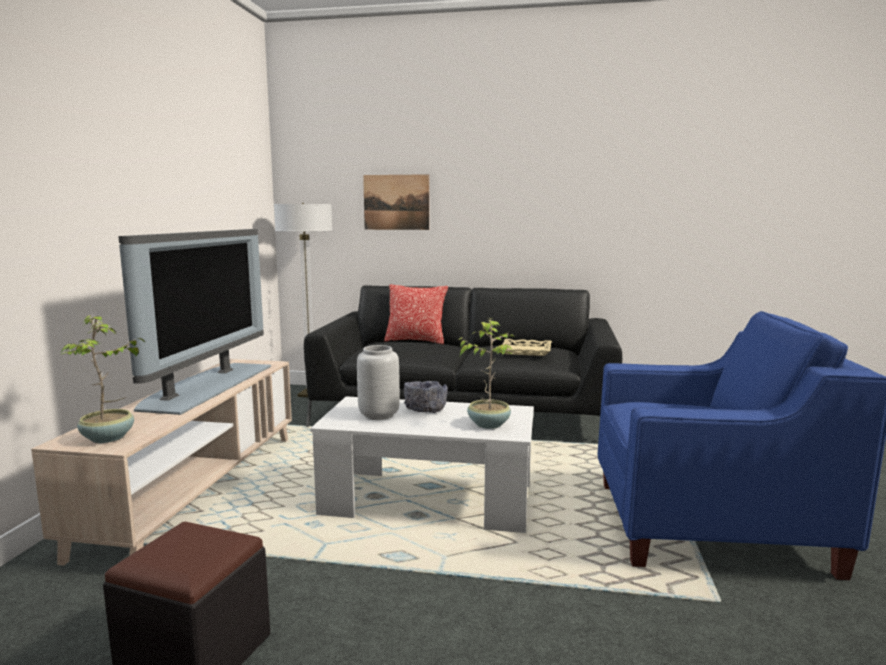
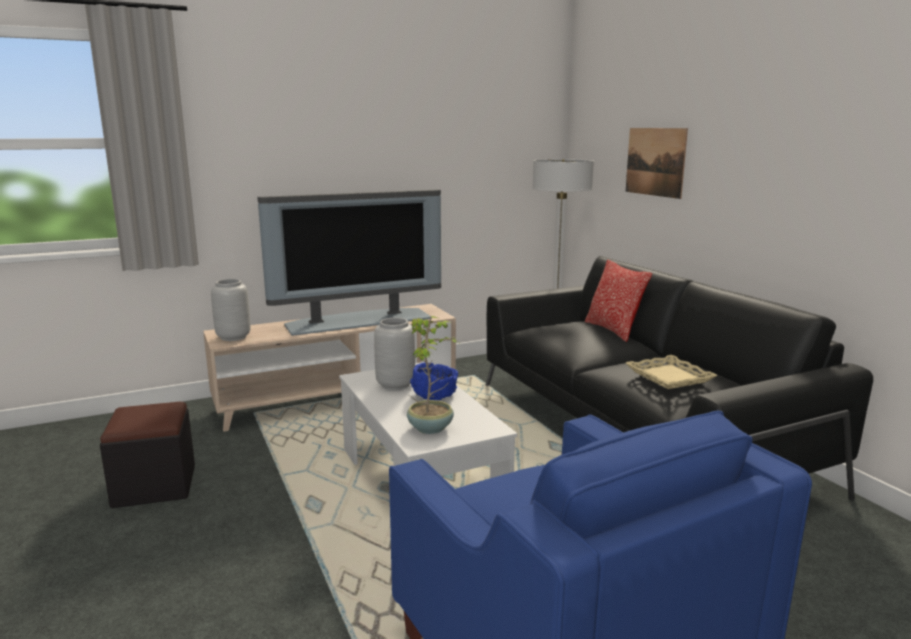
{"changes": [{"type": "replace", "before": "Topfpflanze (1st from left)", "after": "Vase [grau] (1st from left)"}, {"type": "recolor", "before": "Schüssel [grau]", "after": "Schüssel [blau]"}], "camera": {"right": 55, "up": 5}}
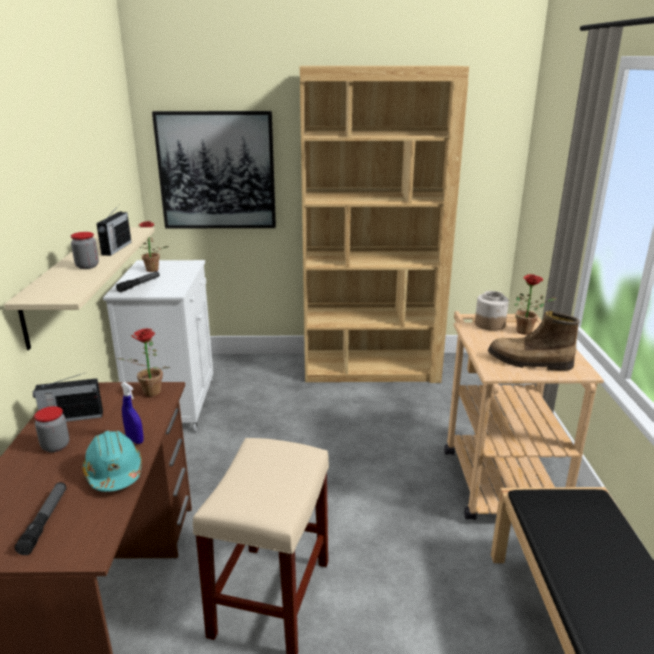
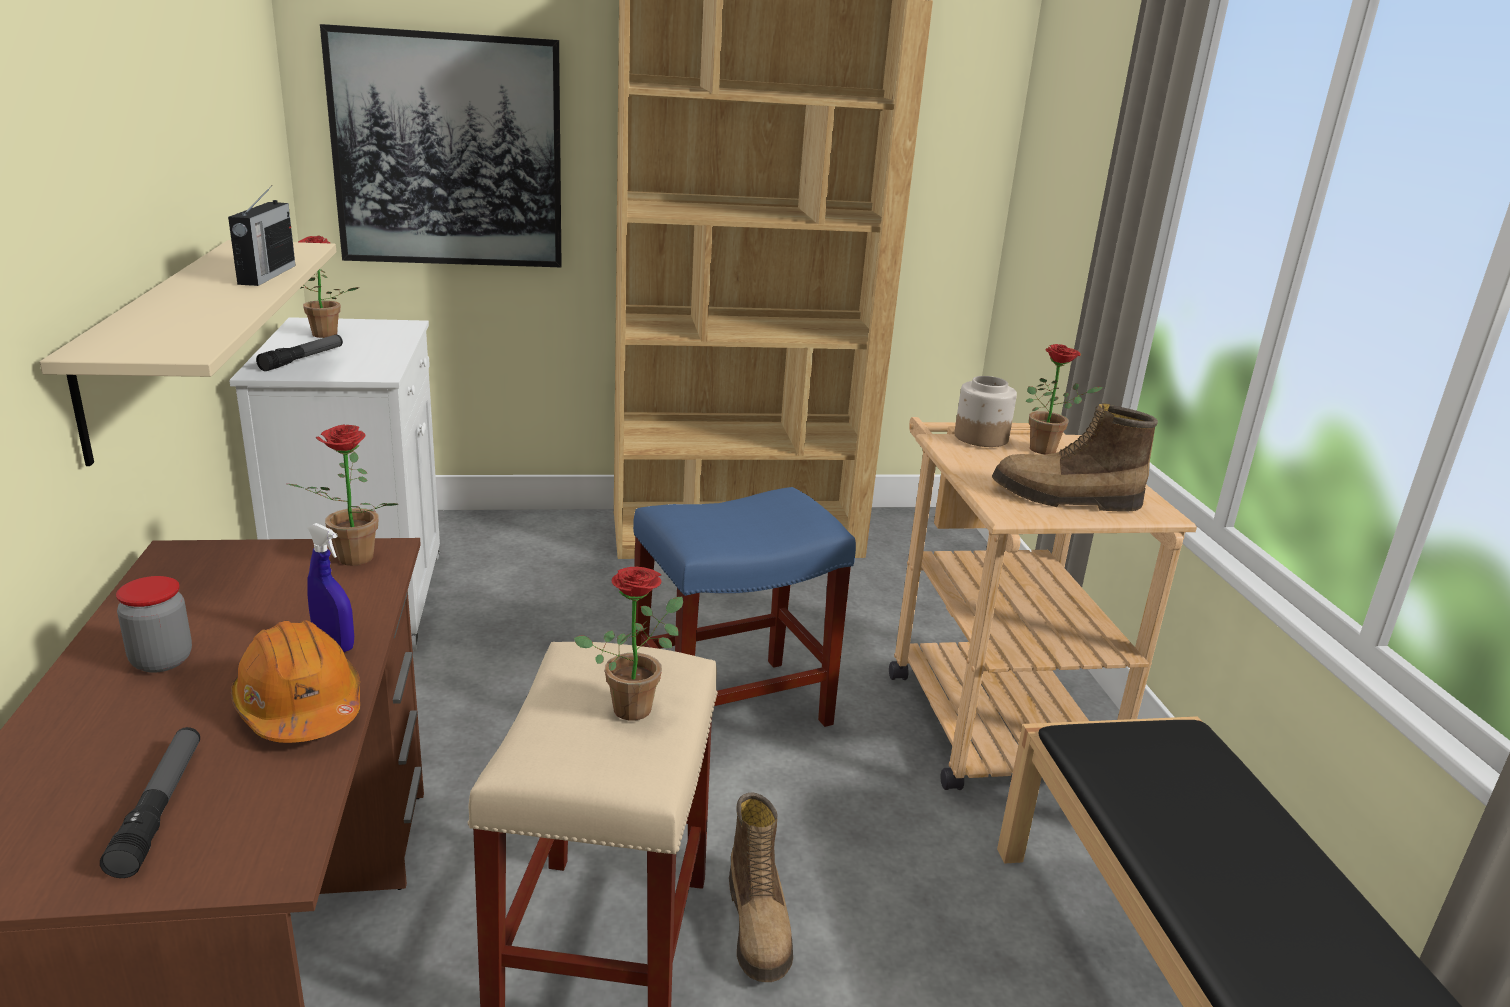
{"changes": [{"type": "delete", "before": "Radio (1st from left)"}, {"type": "delete", "before": "Vorratsglas (2nd from left)"}, {"type": "insert", "after": "Topfpflanze (3rd from left)"}, {"type": "insert", "after": "Hocker [blau]"}, {"type": "insert", "after": "Stiefel (1st from left)"}, {"type": "recolor", "before": "Schutzhelm [türkis]", "after": "Schutzhelm [orange]"}], "camera": {"right": -10, "up": 0}}
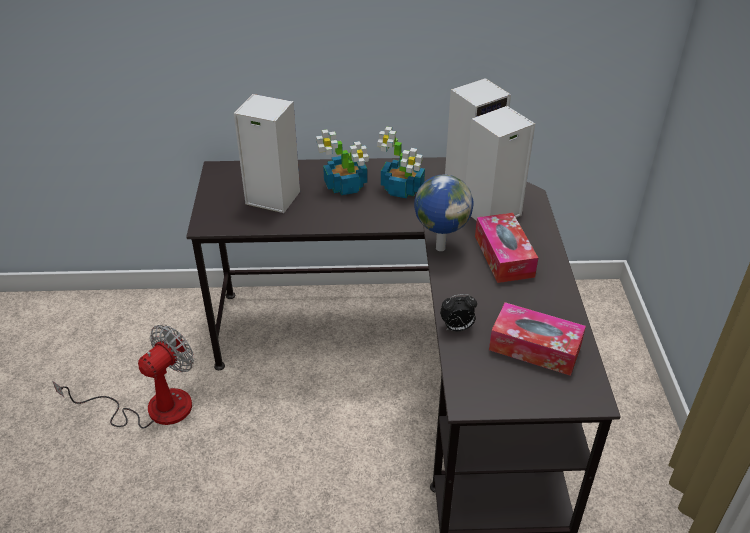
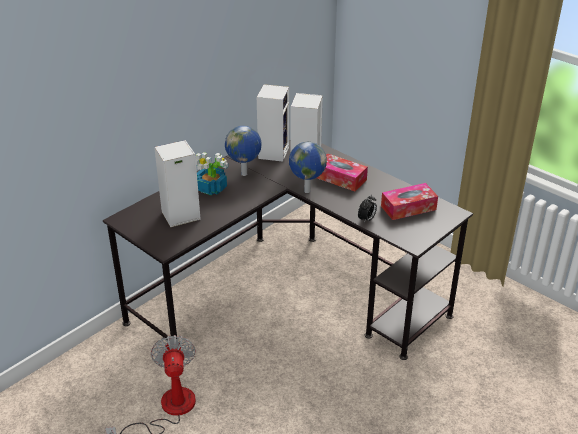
{"changes": [{"type": "replace", "before": "Topfpflanze (2nd from left)", "after": "Globus (1st from left)"}], "camera": {"right": -45, "up": -5}}
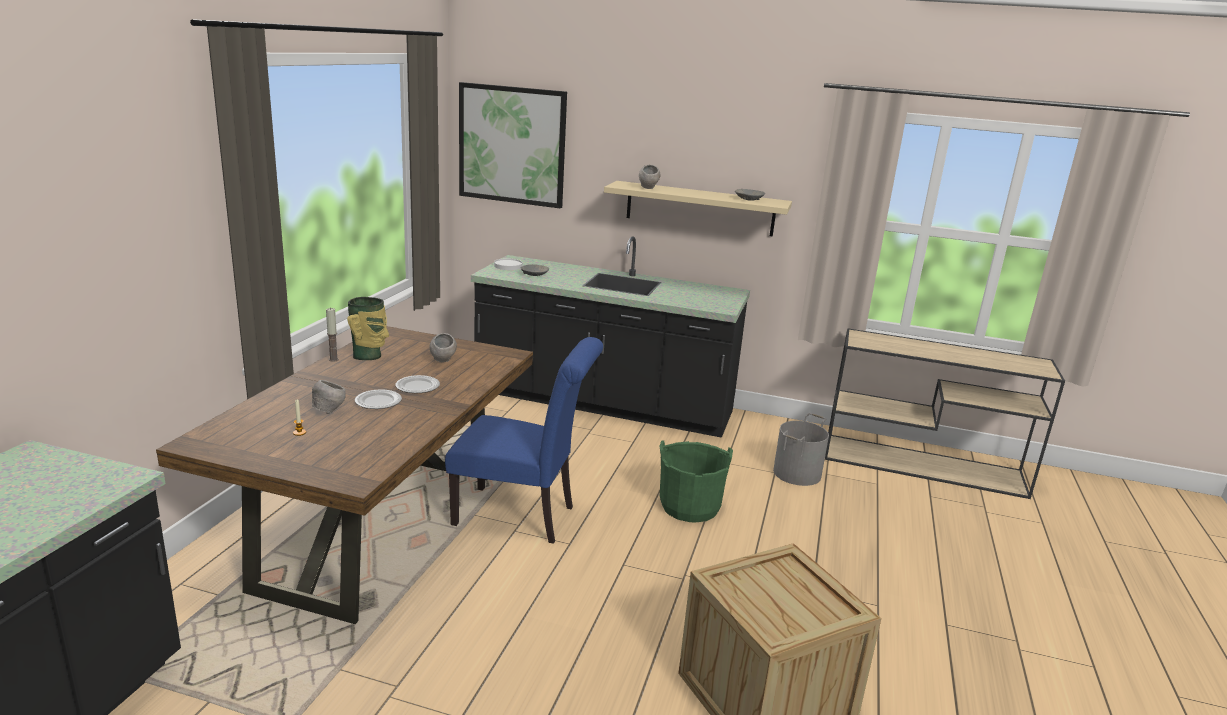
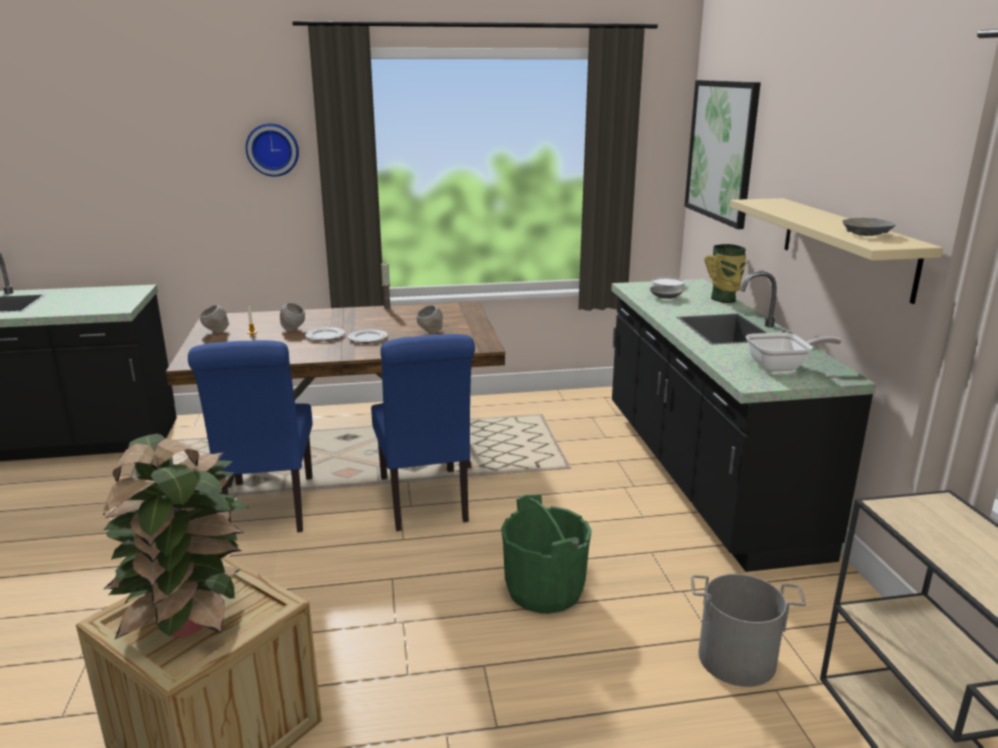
{"changes": [{"type": "insert", "after": "Topfpflanze"}, {"type": "insert", "after": "Stuhl [blau] (1st from left)"}, {"type": "insert", "after": "Wanduhr"}, {"type": "insert", "after": "Pfanne"}, {"type": "move", "before": "Vase"}, {"type": "move", "before": "Schüssel [grau] (4th from left in the first image)", "after": "Schüssel [grau] (1st from left)"}], "camera": {"right": 65, "up": 0}}
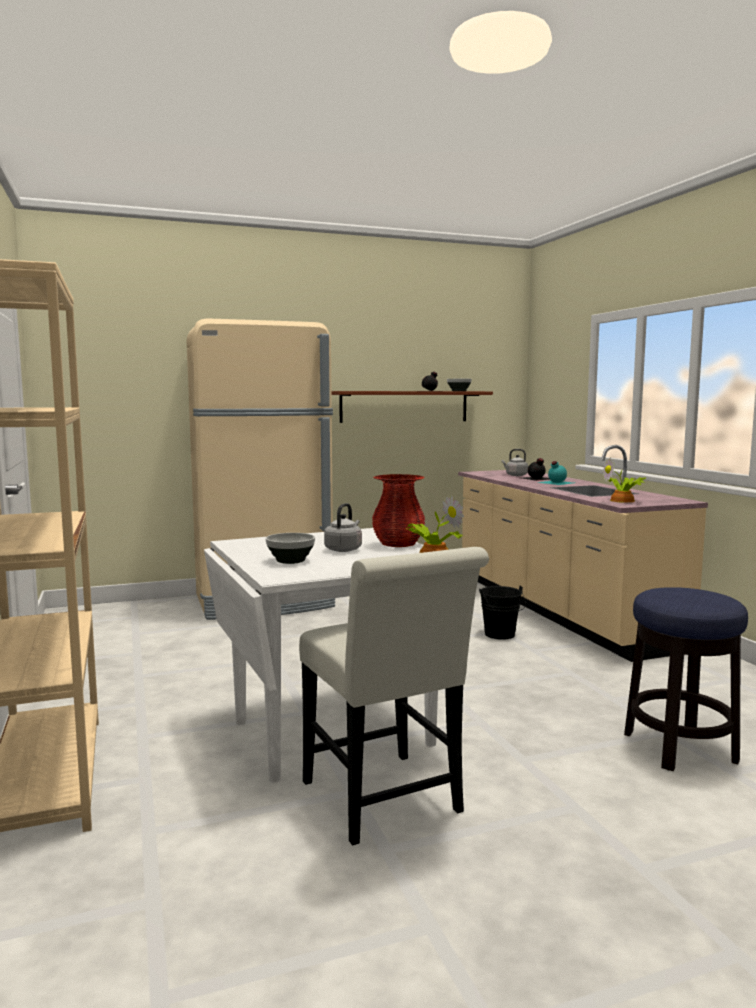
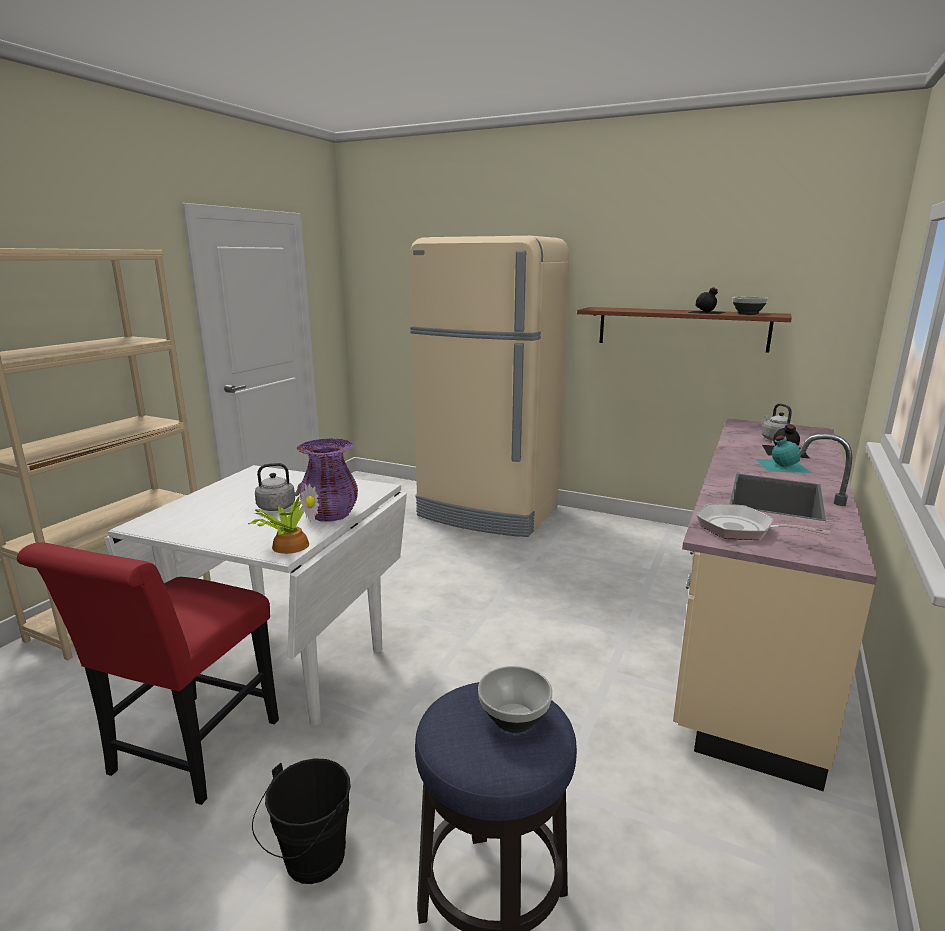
{"changes": [{"type": "move", "before": "Schüssel (1st from left)"}, {"type": "move", "before": "Eimer [schwarz]"}, {"type": "replace", "before": "Topfpflanze (2nd from left)", "after": "Pfanne"}, {"type": "recolor", "before": "Stuhl [weiß]", "after": "Stuhl [rot]"}, {"type": "recolor", "before": "Vase [rot]", "after": "Vase [lila]"}], "camera": {"right": 45, "up": 10}}
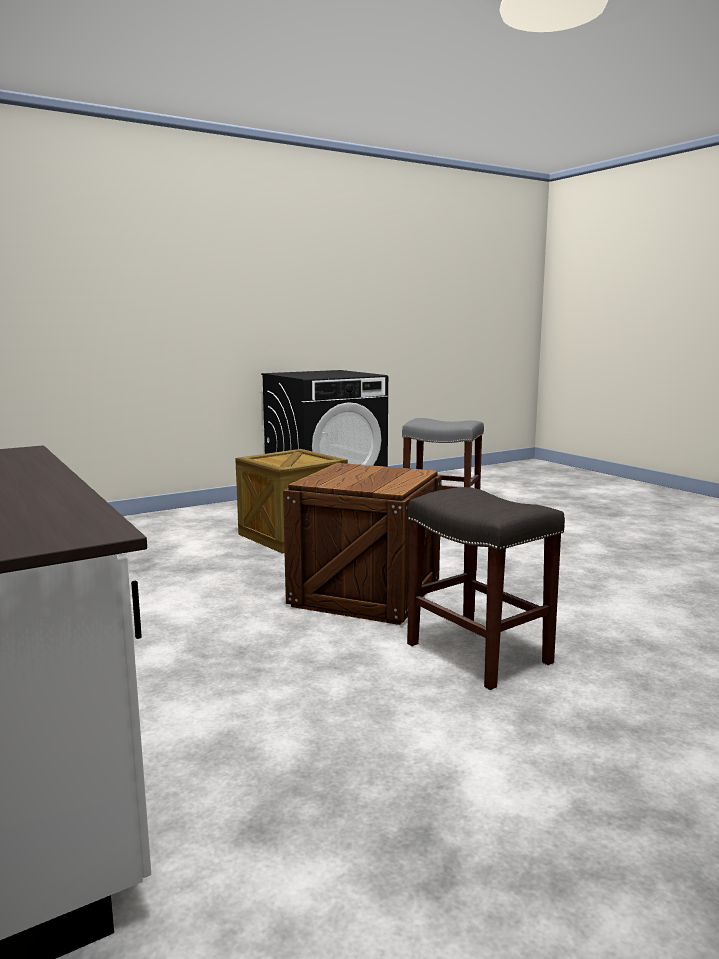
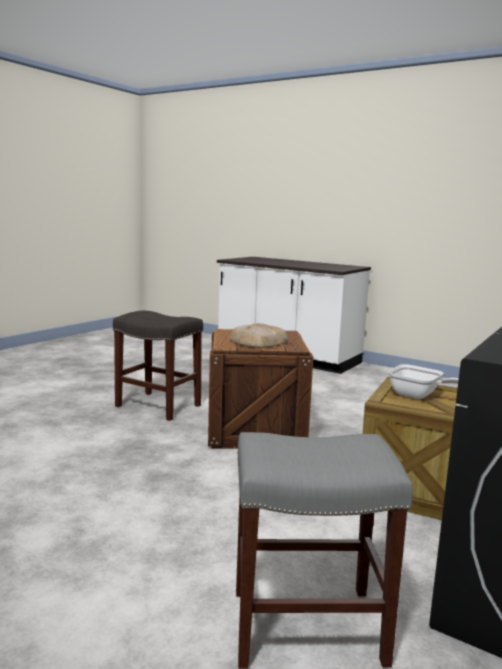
{"changes": [{"type": "insert", "after": "Brot"}, {"type": "insert", "after": "Pfanne"}], "camera": {"right": 155, "up": 0}}
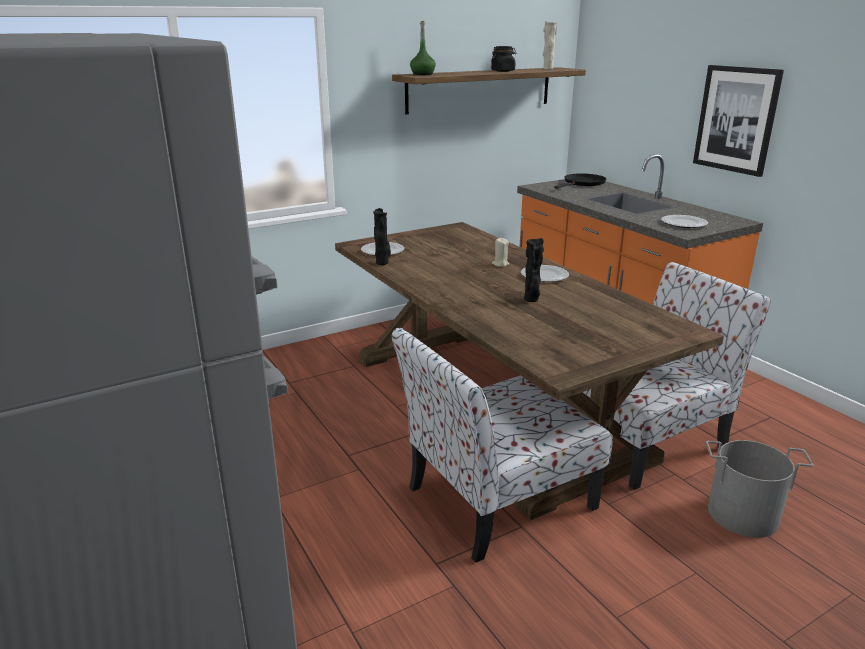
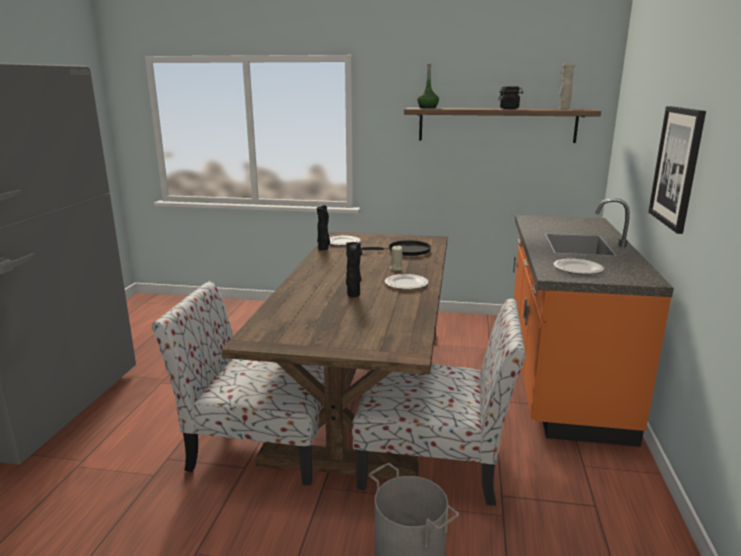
{"changes": [{"type": "move", "before": "Pfanne [schwarz]"}], "camera": {"right": 40, "up": -5}}
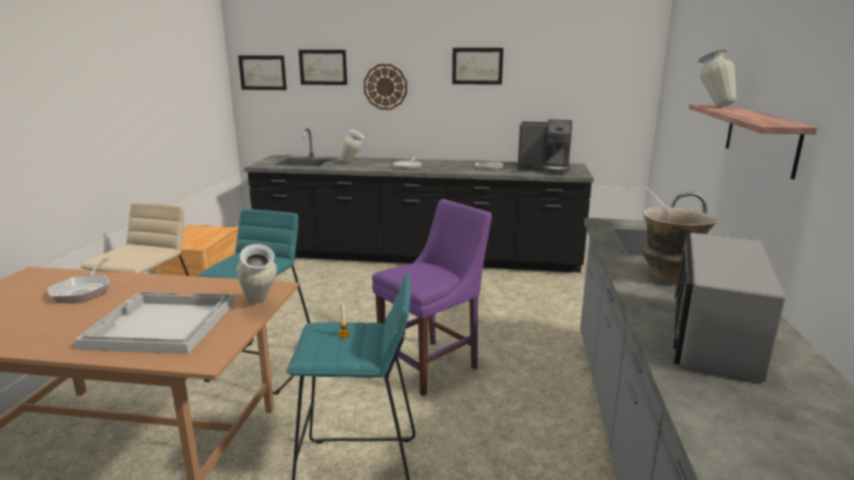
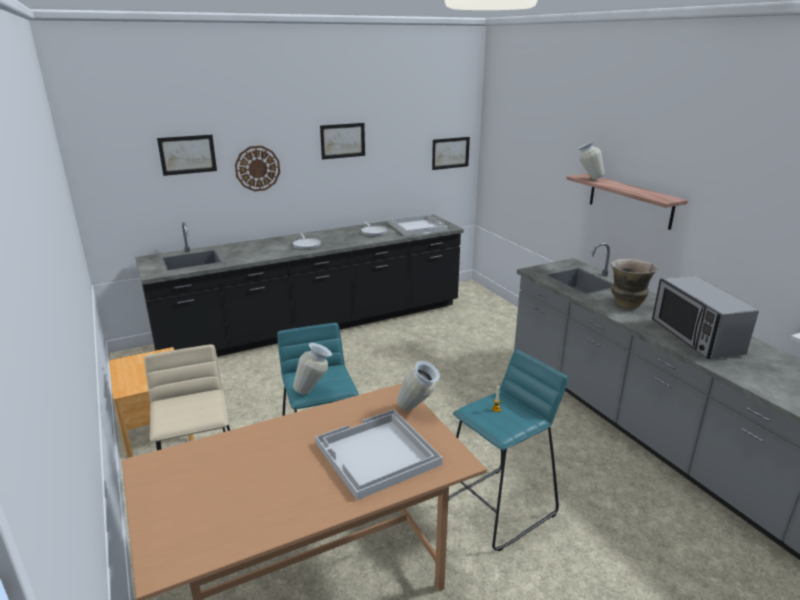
{"changes": [{"type": "delete", "before": "Pfanne (1st from left)"}, {"type": "delete", "before": "Stuhl [lila]"}, {"type": "move", "before": "Bild (1st from left in the first image)", "after": "Bild (3rd from left)"}, {"type": "move", "before": "Vase (2nd from left in the first image)", "after": "Vase (1st from left)"}, {"type": "replace", "before": "Kaffeemaschine", "after": "Tablett [weiß] (2nd from left)"}], "camera": {"right": -35, "up": 5}}
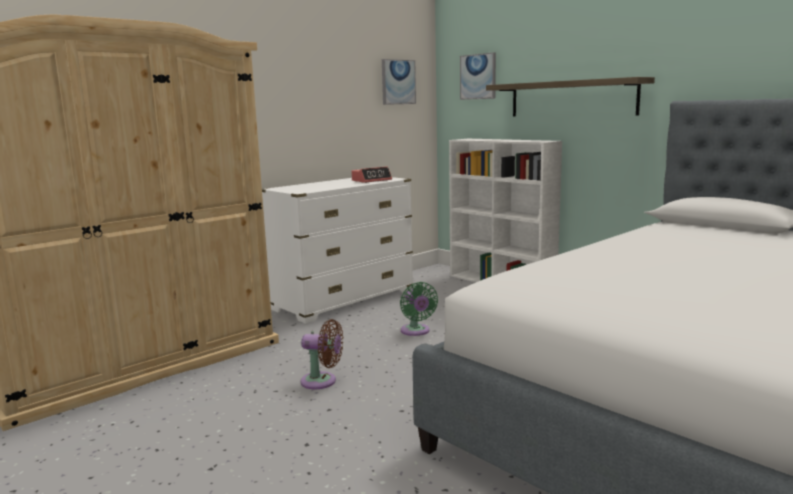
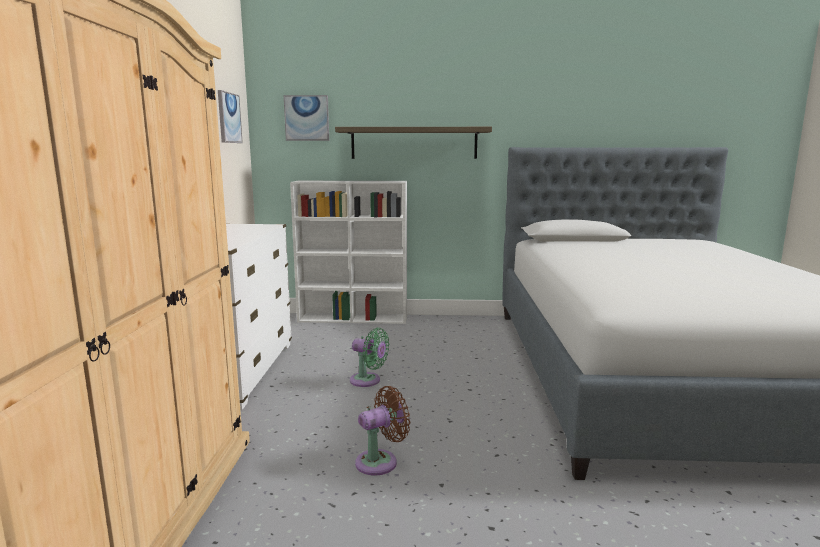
{"changes": [{"type": "delete", "before": "Wecker"}], "camera": {"right": -45, "up": 0}}
